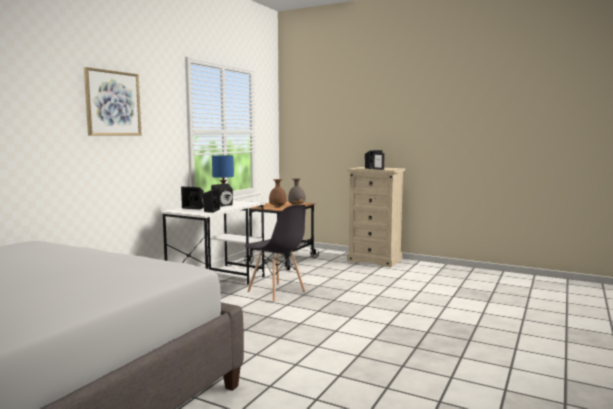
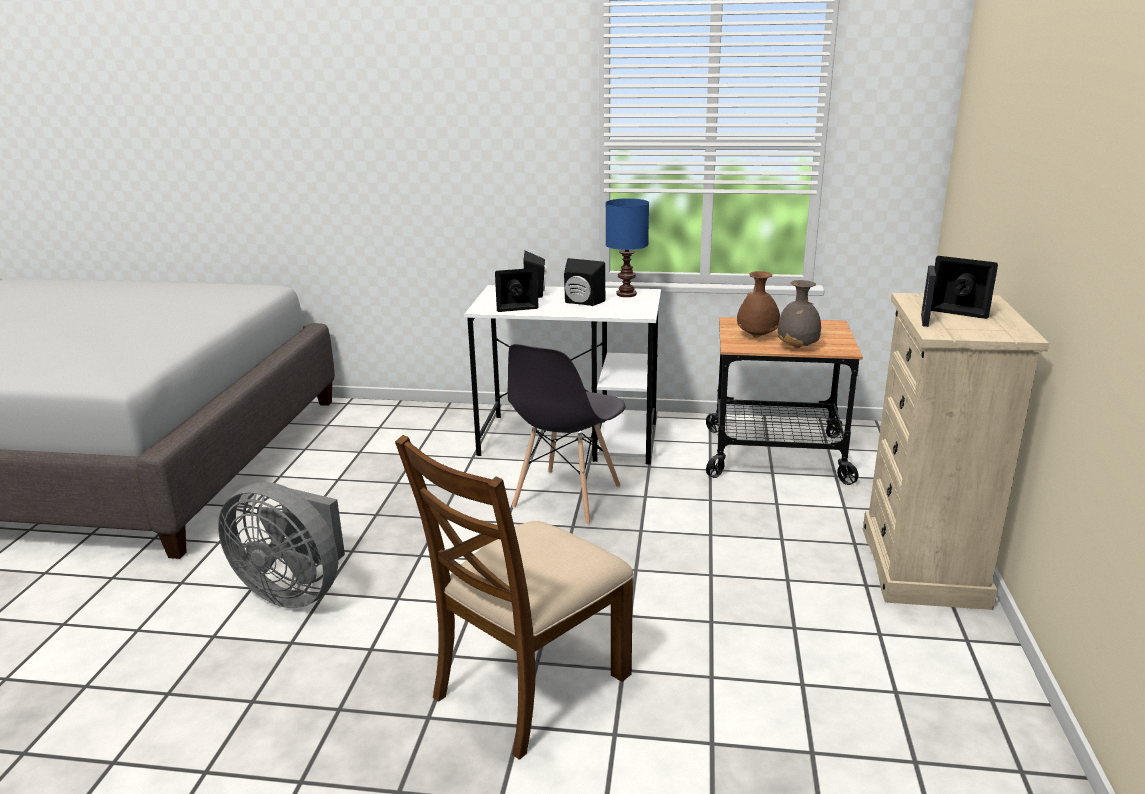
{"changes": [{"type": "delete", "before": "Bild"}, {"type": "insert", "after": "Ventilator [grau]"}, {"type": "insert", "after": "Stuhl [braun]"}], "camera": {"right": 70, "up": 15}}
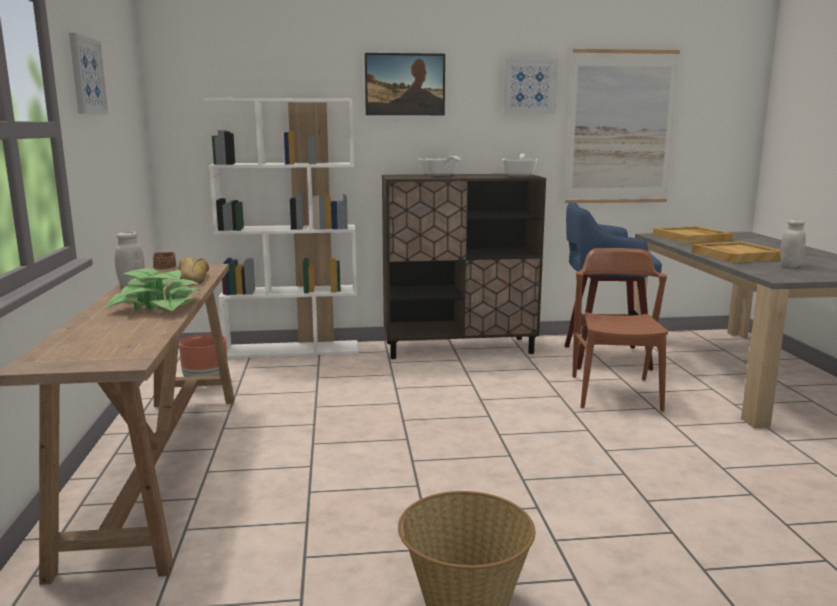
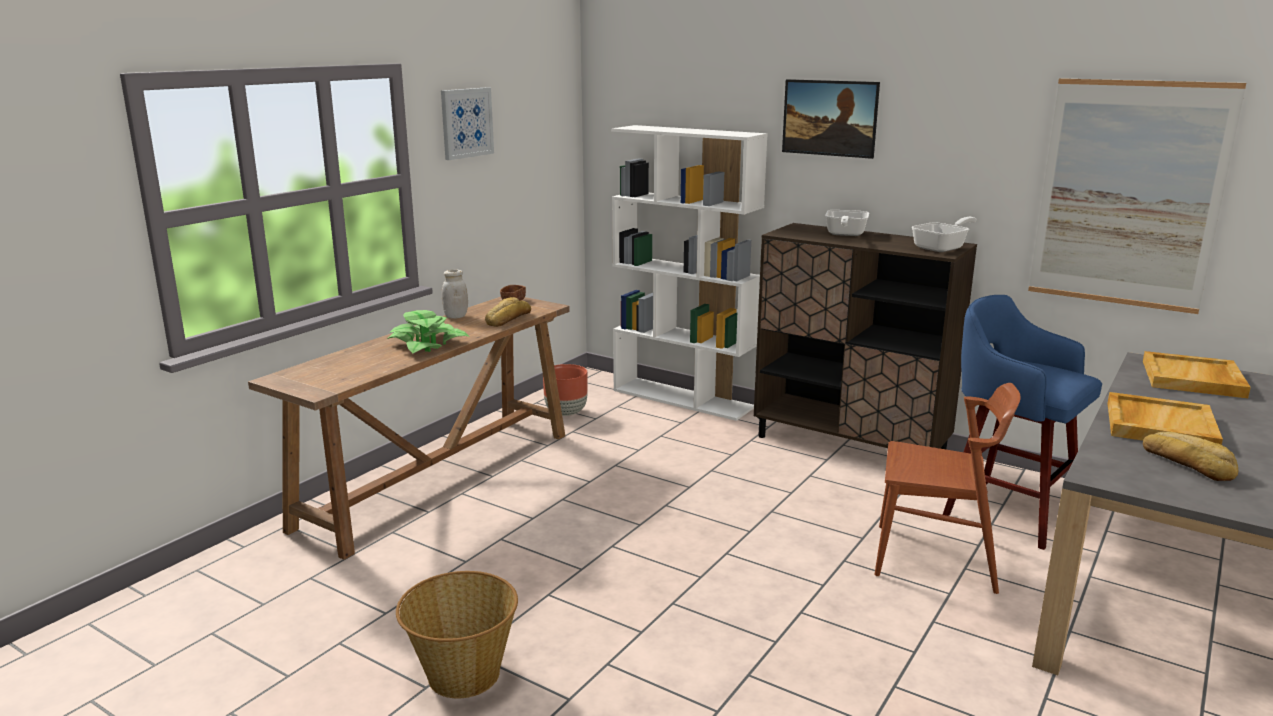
{"changes": [{"type": "delete", "before": "Bild (3rd from left)"}, {"type": "replace", "before": "Vorratsglas [weiß] (2nd from left)", "after": "Brot (2nd from left)"}, {"type": "rotate", "before": "Stuhl [braun]", "turn": 60}], "camera": {"right": 40, "up": 5}}
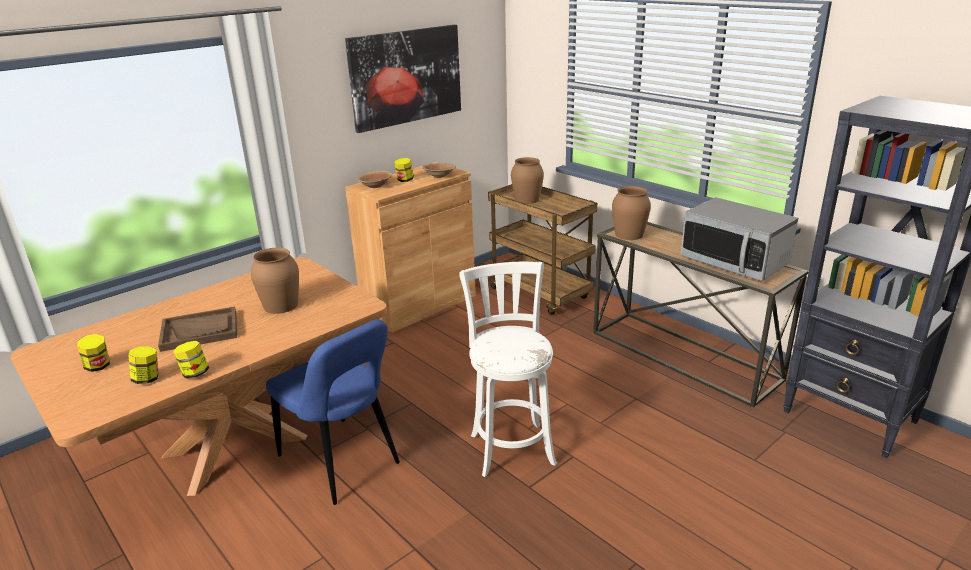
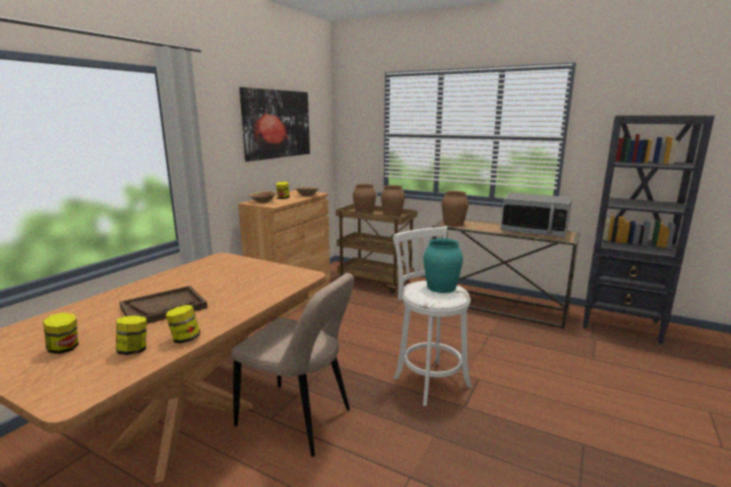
{"changes": [{"type": "insert", "after": "Vase [türkis]"}, {"type": "move", "before": "Vase [braun] (1st from left in the first image)", "after": "Vase [braun] (2nd from left)"}, {"type": "recolor", "before": "Stuhl [blau]", "after": "Stuhl [beige]"}], "camera": {"right": -20, "up": -10}}
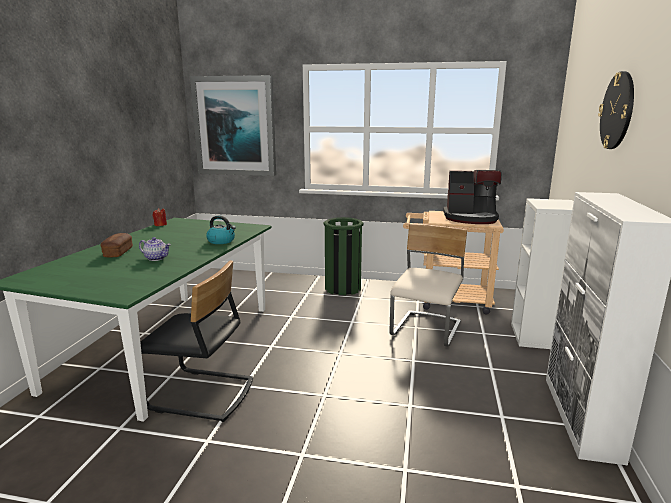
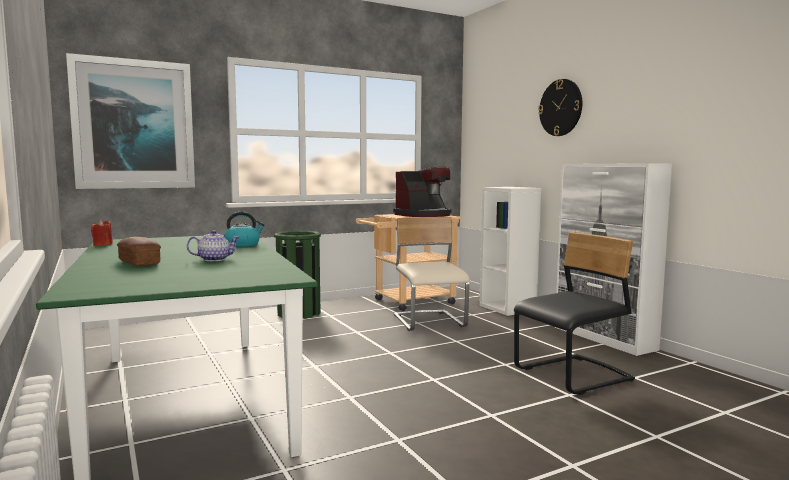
{"changes": [{"type": "move", "before": "Stuhl [schwarz]"}], "camera": {"right": -40, "up": -10}}
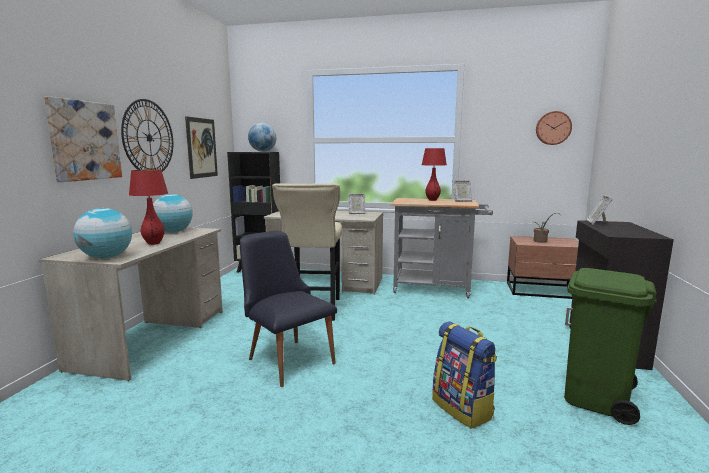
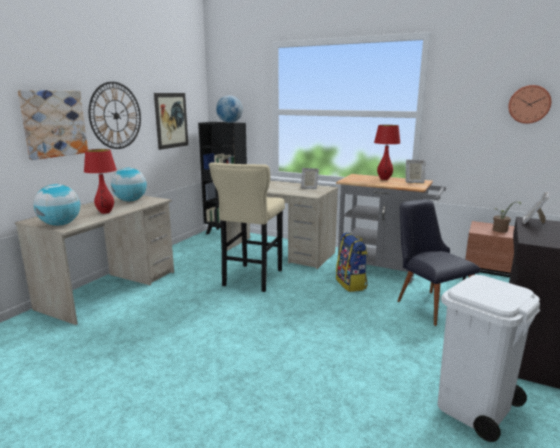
{"changes": [{"type": "move", "before": "Stuhl [schwarz]"}, {"type": "move", "before": "Rucksack"}, {"type": "recolor", "before": "Mülleimer [grün]", "after": "Mülleimer [weiß]"}], "camera": {"right": 15, "up": 5}}
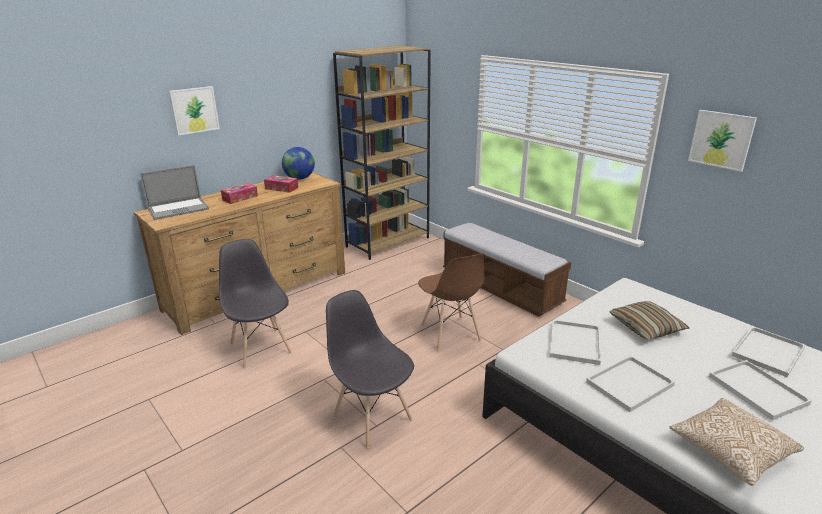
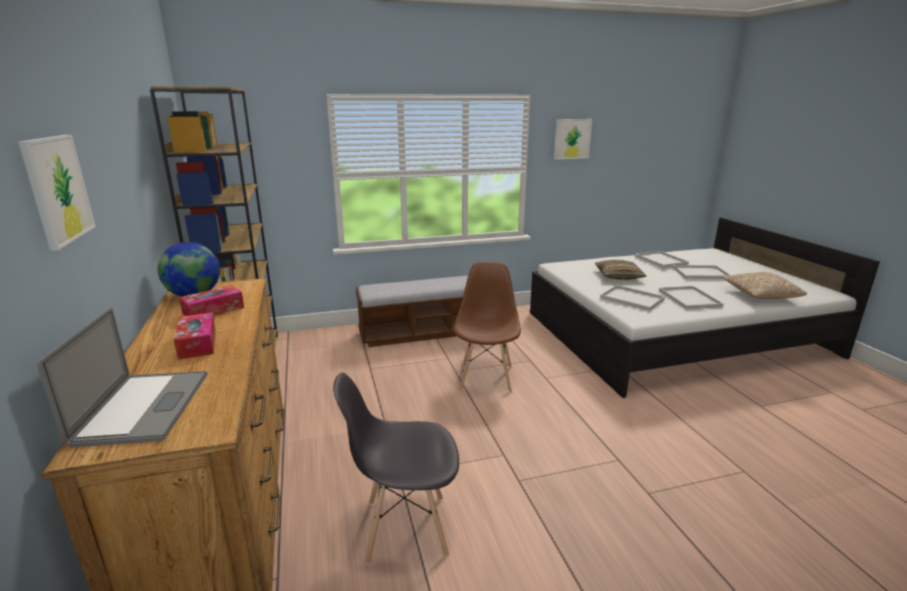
{"changes": [{"type": "delete", "before": "Stuhl [grau] (2nd from left)"}, {"type": "rotate", "before": "Stuhl [braun]", "turn": -90}], "camera": {"right": -65, "up": -5}}
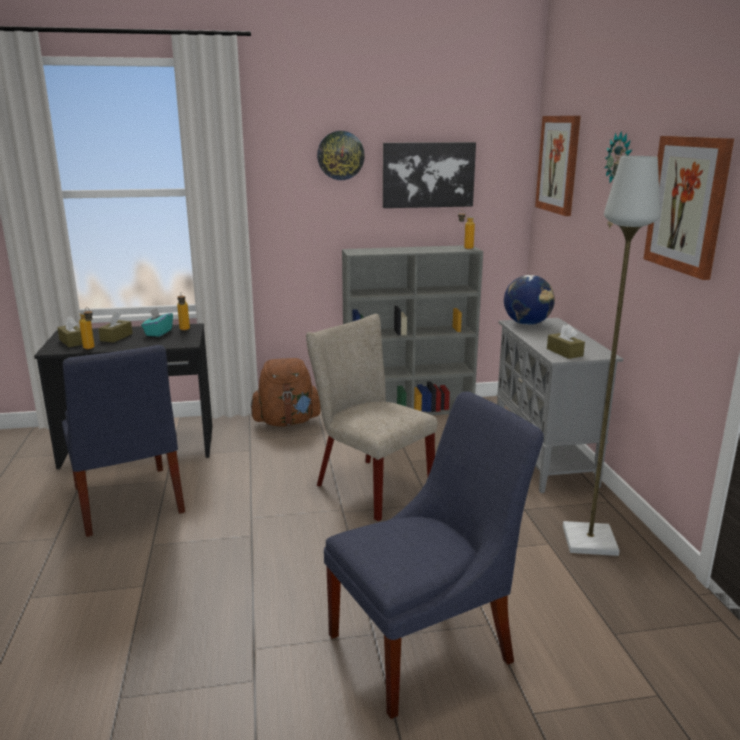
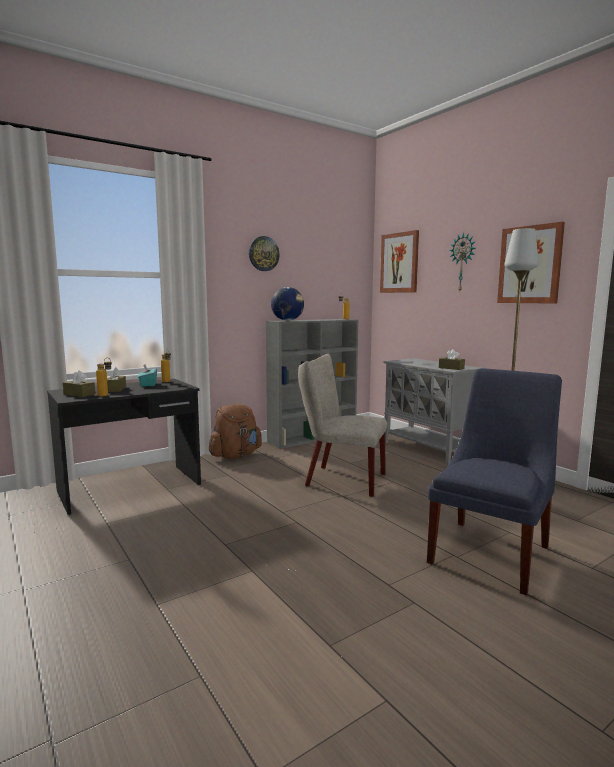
{"changes": [{"type": "delete", "before": "Stuhl [blau] (1st from left)"}, {"type": "delete", "before": "Bild (1st from left)"}, {"type": "move", "before": "Globus"}], "camera": {"right": -25, "up": -10}}
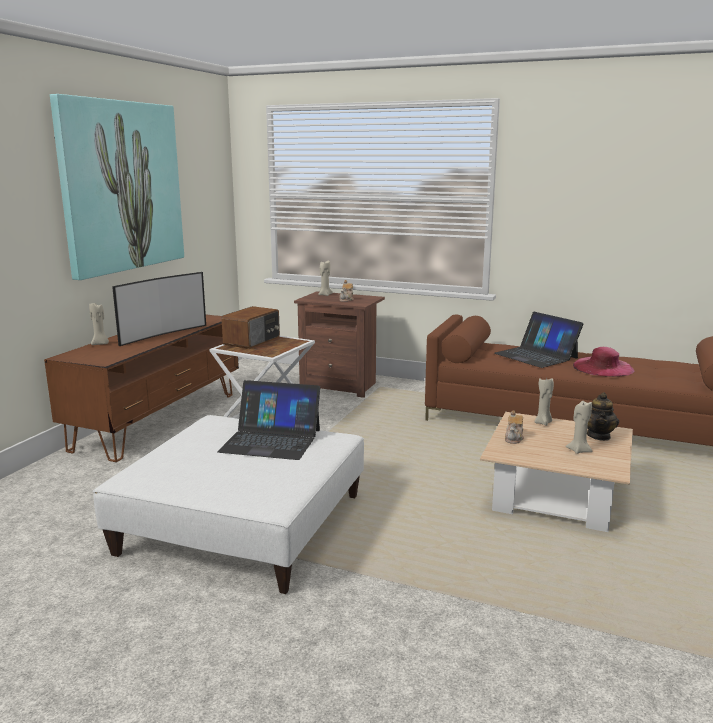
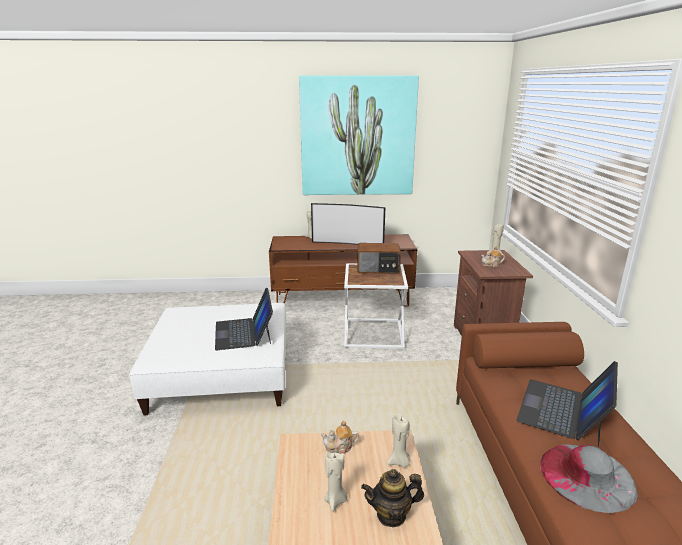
{"changes": [{"type": "recolor", "before": "Hut [rosa]", "after": "Hut [grau]"}], "camera": {"right": 65, "up": 5}}
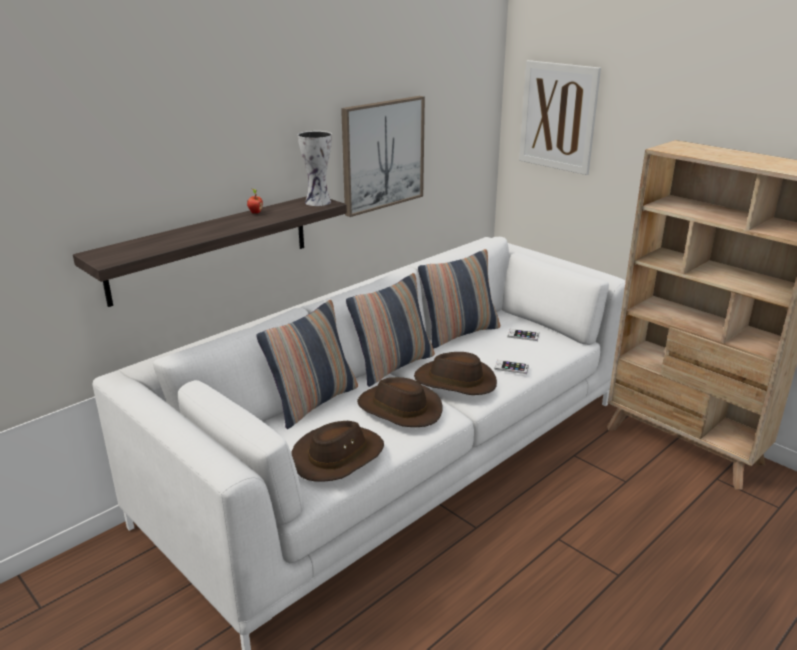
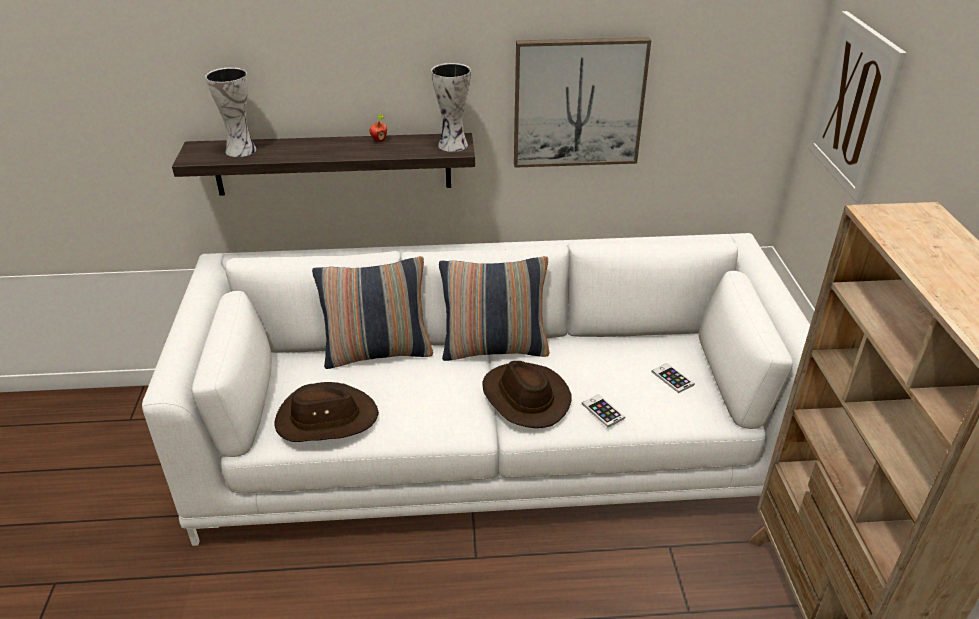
{"changes": [{"type": "delete", "before": "Hut [braun] (2nd from left)"}, {"type": "delete", "before": "Kissen (3rd from left)"}, {"type": "insert", "after": "Vase (1st from left)"}], "camera": {"right": 40, "up": 10}}
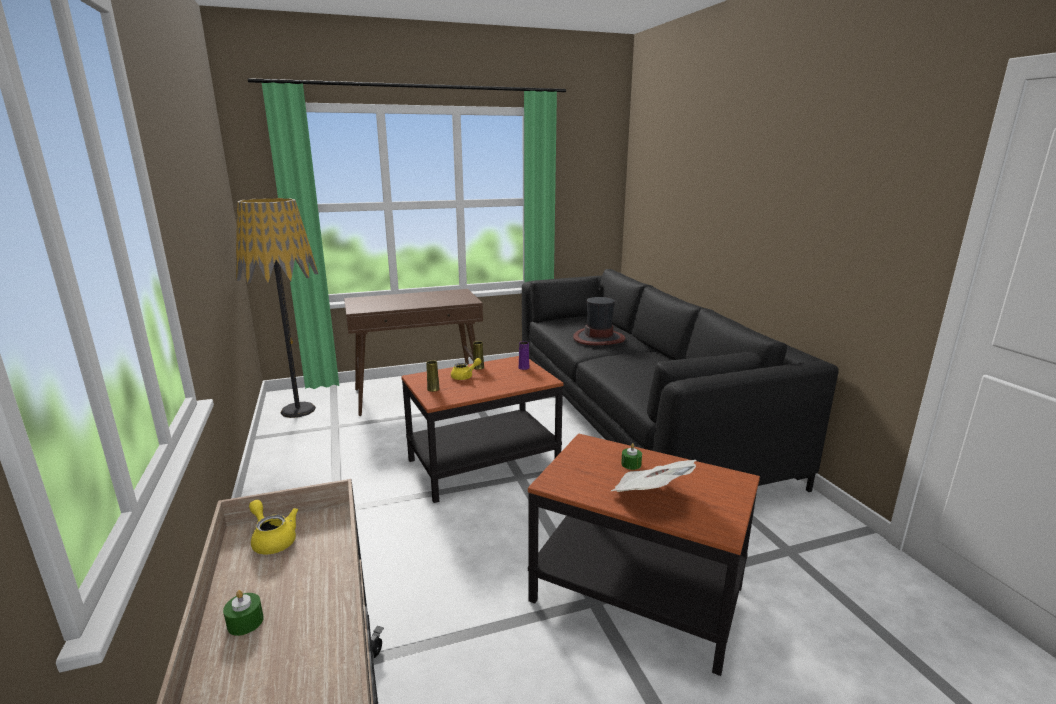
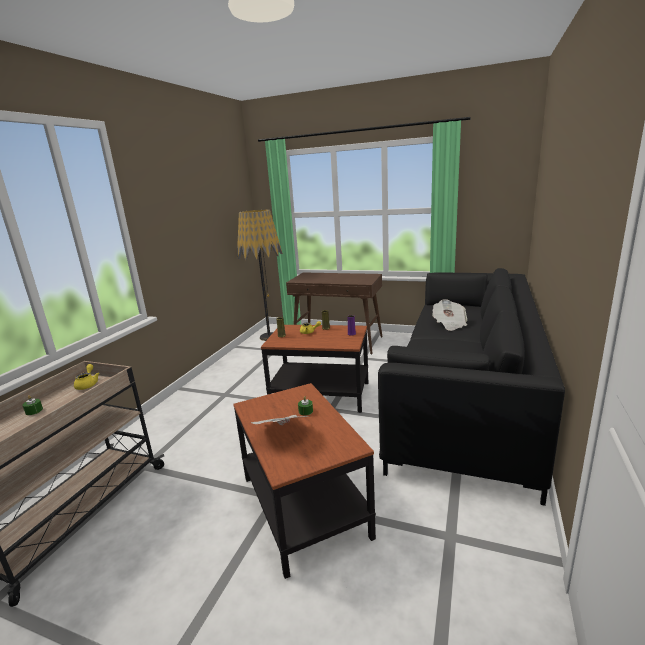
{"changes": [{"type": "replace", "before": "Hut", "after": "Zeitung (2nd from left)"}], "camera": {"right": 40, "up": 0}}
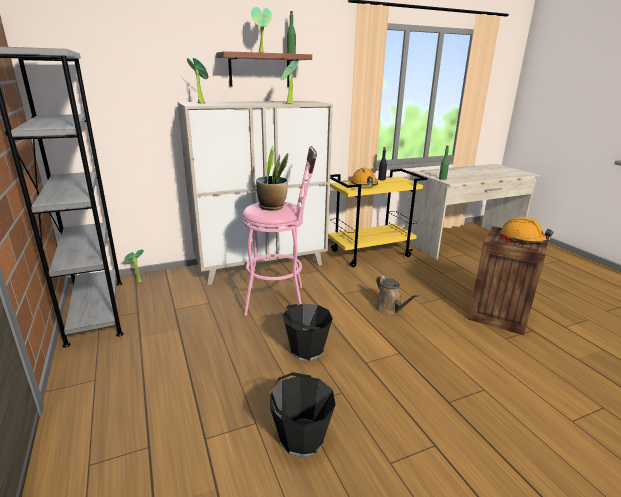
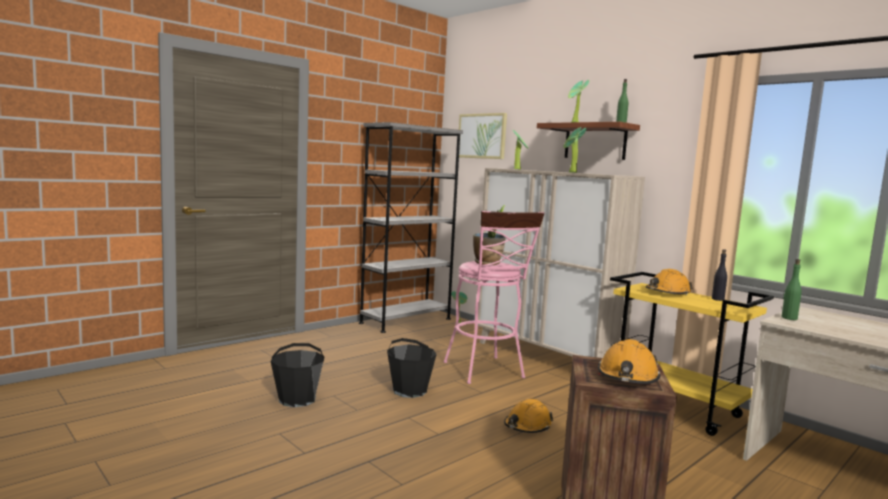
{"changes": [{"type": "insert", "after": "Bild"}, {"type": "replace", "before": "Gießkanne [braun]", "after": "Schutzhelm [orange] (1st from left)"}], "camera": {"right": 70, "up": -15}}
